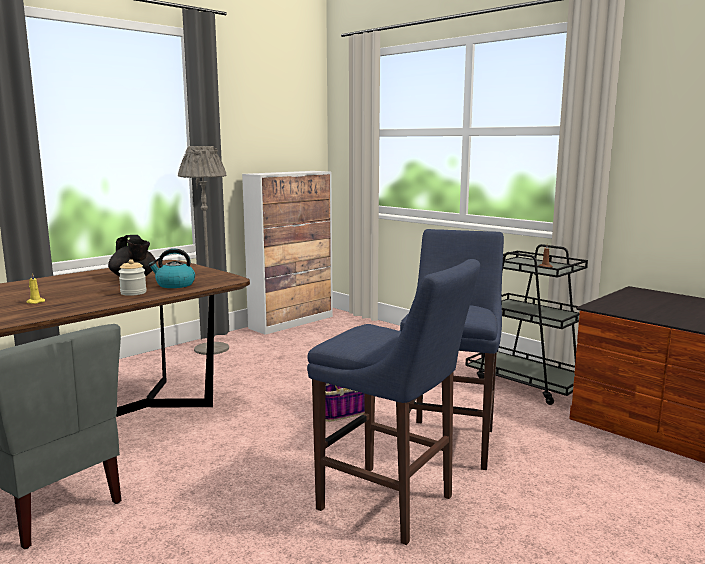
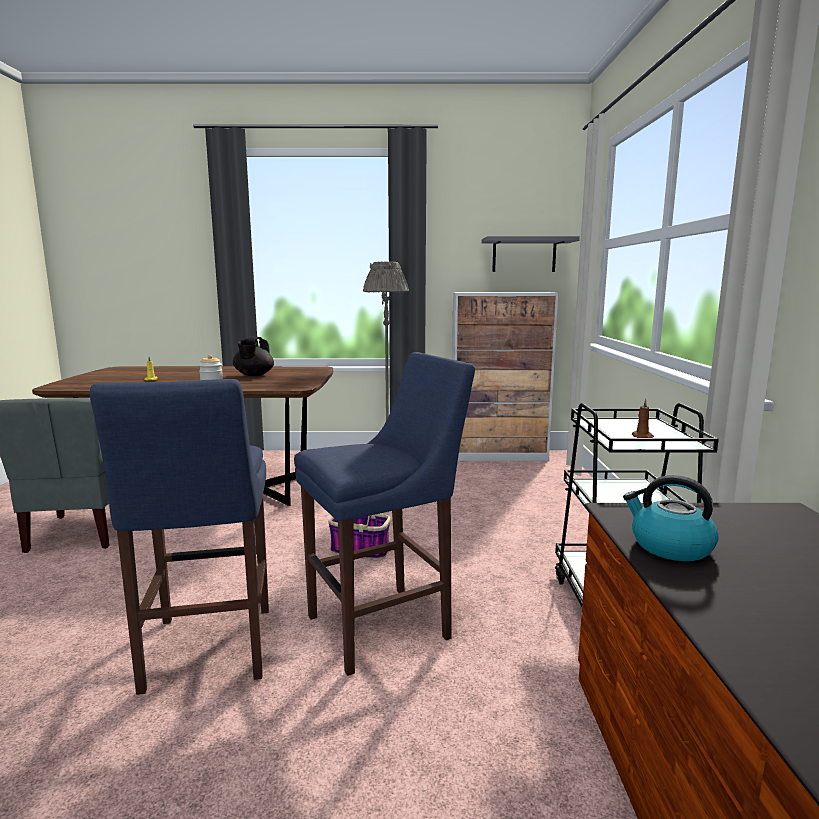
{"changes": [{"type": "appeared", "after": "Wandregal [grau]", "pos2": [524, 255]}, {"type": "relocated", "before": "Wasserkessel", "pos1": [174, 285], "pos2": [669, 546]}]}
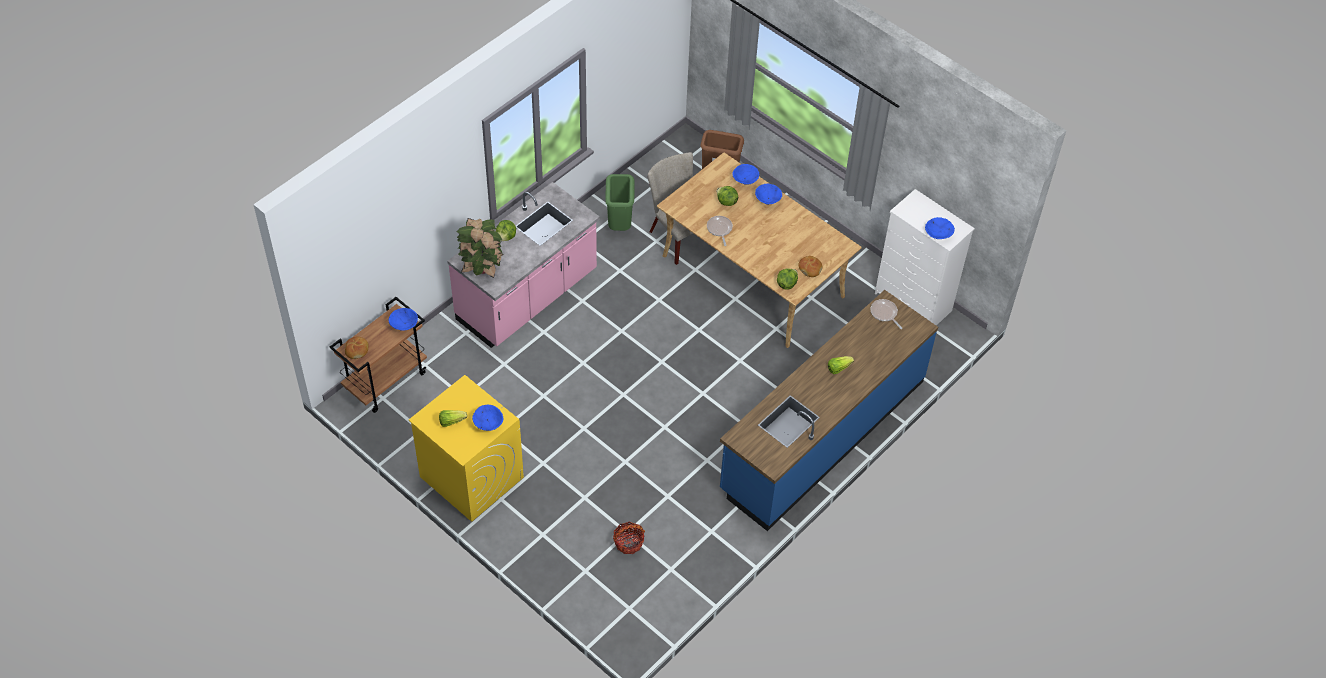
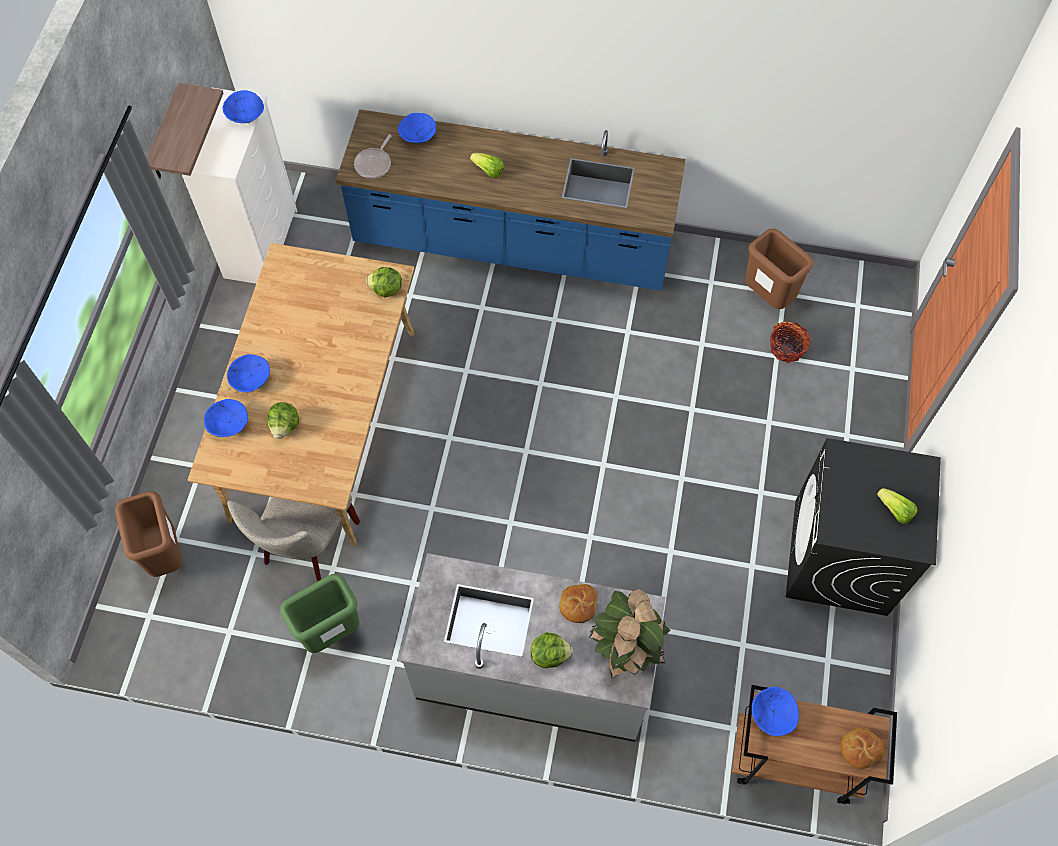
{"changes": [{"type": "appeared", "after": "Wandregal", "pos2": [166, 136]}, {"type": "relocated", "before": "Schüssel [blau]", "pos1": [488, 423], "pos2": [418, 137]}, {"type": "colour", "before": "Küchenzeile [rosa]", "after": "Küchenzeile [grau]", "pos1": [528, 297], "pos2": [534, 671]}, {"type": "relocated", "before": "Brot", "pos1": [810, 268], "pos2": [578, 605]}, {"type": "appeared", "after": "Mülleimer [braun]", "pos2": [768, 296]}, {"type": "colour", "before": "Waschmaschine [gelb]", "after": "Waschmaschine [schwarz]", "pos1": [471, 477], "pos2": [840, 558]}, {"type": "missing", "before": "Pfanne", "pos1": [719, 229]}]}
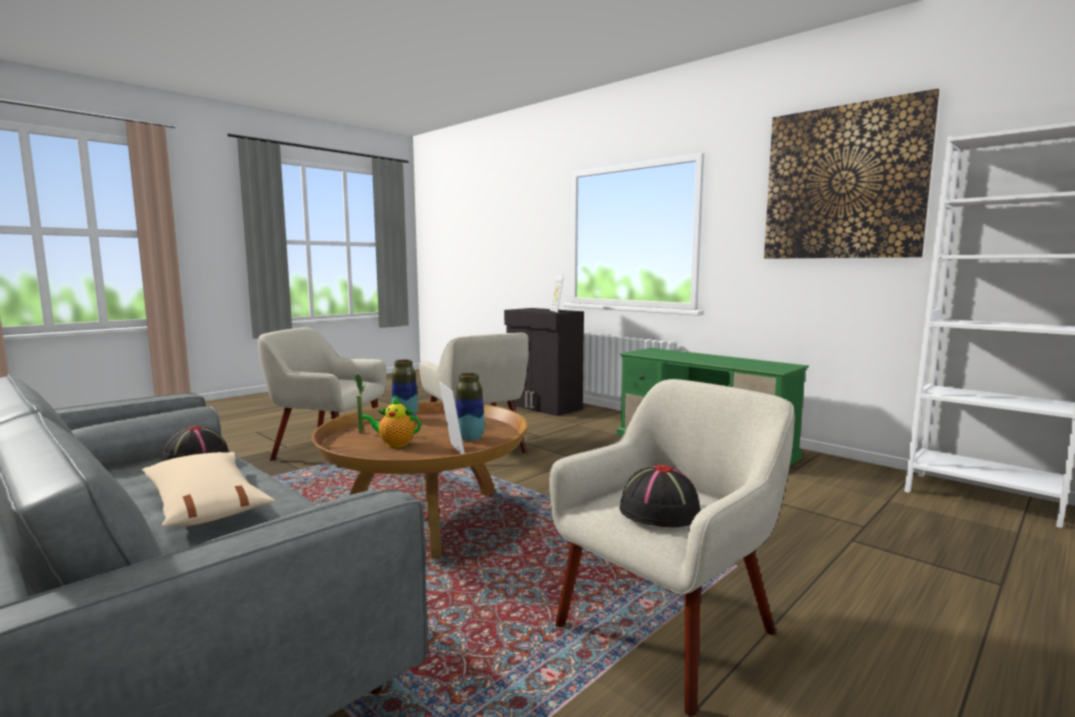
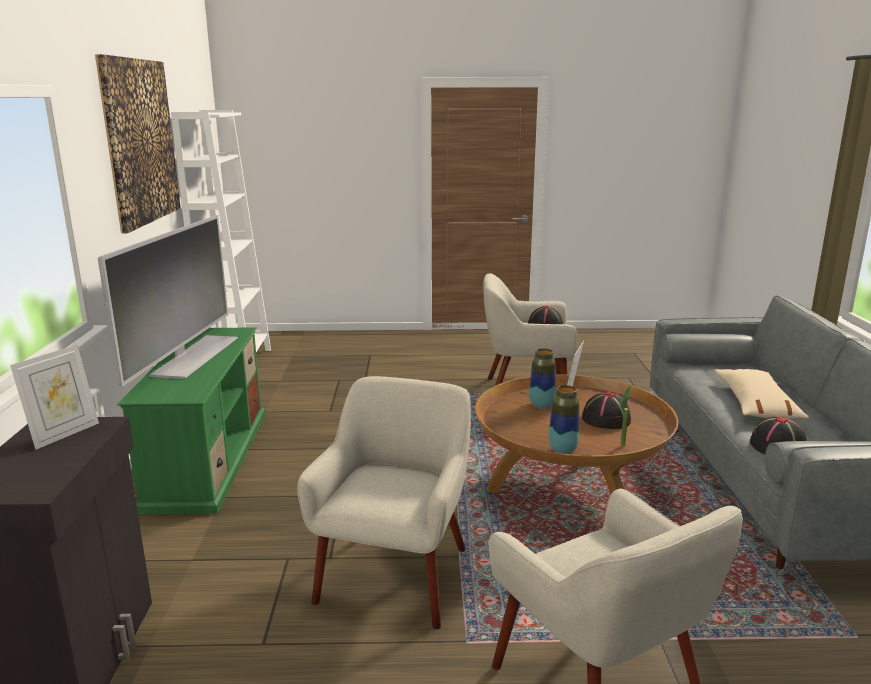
{"changes": [{"type": "appeared", "after": "Fernseher", "pos2": [194, 356]}, {"type": "exchanged", "before": "Teekanne", "after": "Hut [schwarz]", "pos1": [394, 444], "pos2": [605, 419]}]}
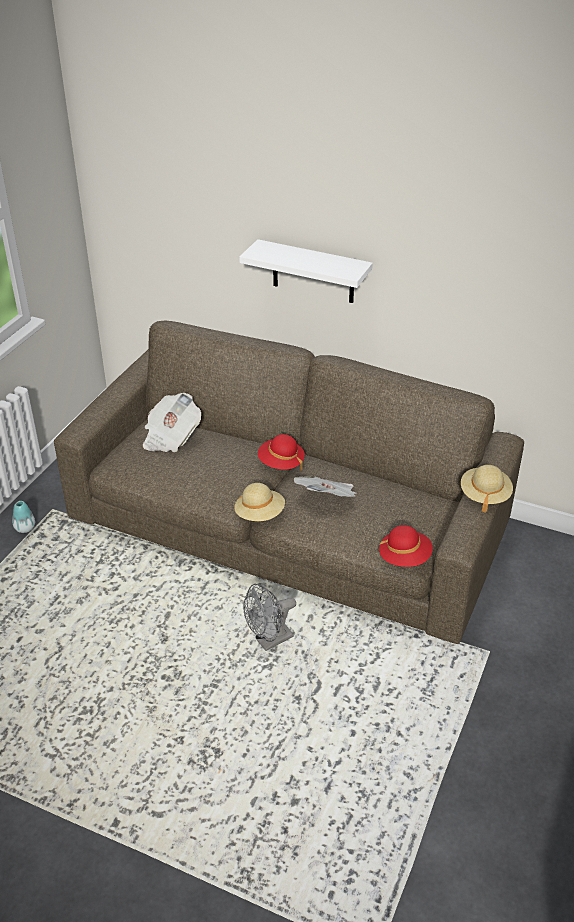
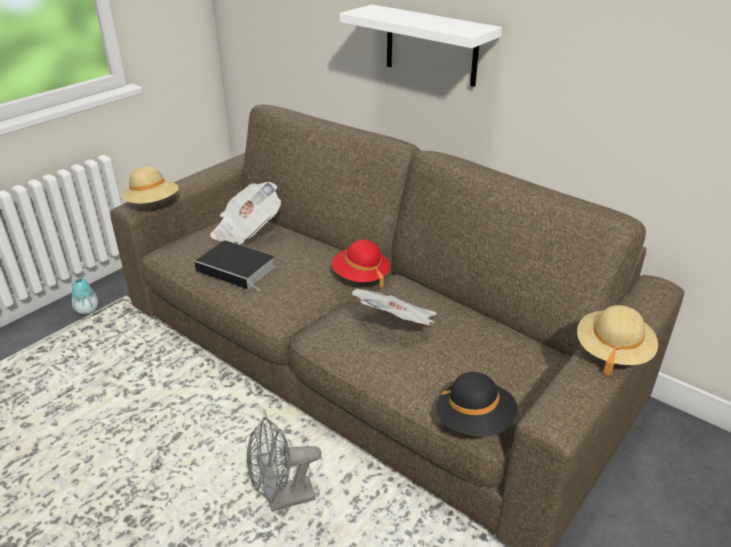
{"changes": [{"type": "relocated", "before": "Hut [beige]", "pos1": [260, 514], "pos2": [153, 204]}, {"type": "appeared", "after": "Buch", "pos2": [238, 269]}, {"type": "colour", "before": "Hut [rot]", "after": "Hut [schwarz]", "pos1": [404, 558], "pos2": [475, 421]}]}
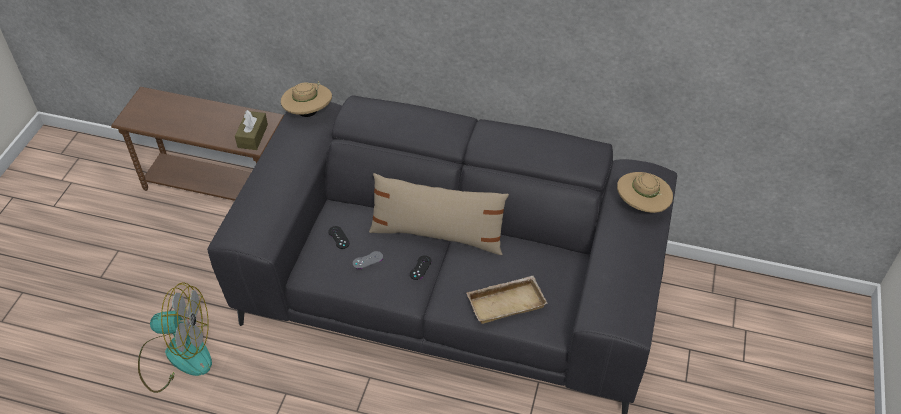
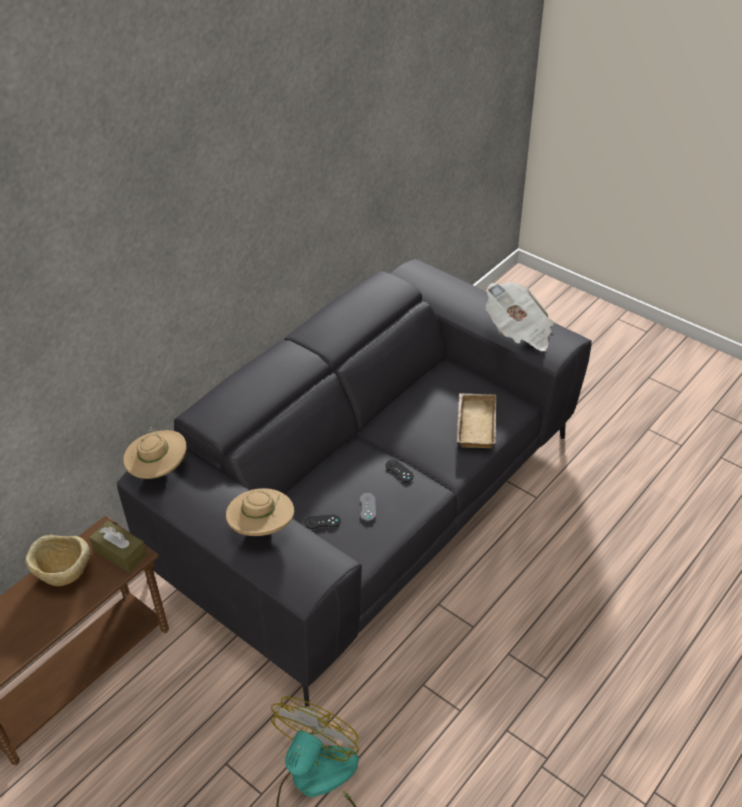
{"changes": [{"type": "appeared", "after": "Schüssel [beige]", "pos2": [64, 575]}, {"type": "relocated", "before": "Hut [beige]", "pos1": [641, 206], "pos2": [262, 528]}, {"type": "appeared", "after": "Zeitung", "pos2": [518, 331]}, {"type": "missing", "before": "Kissen [beige]", "pos1": [437, 234]}]}
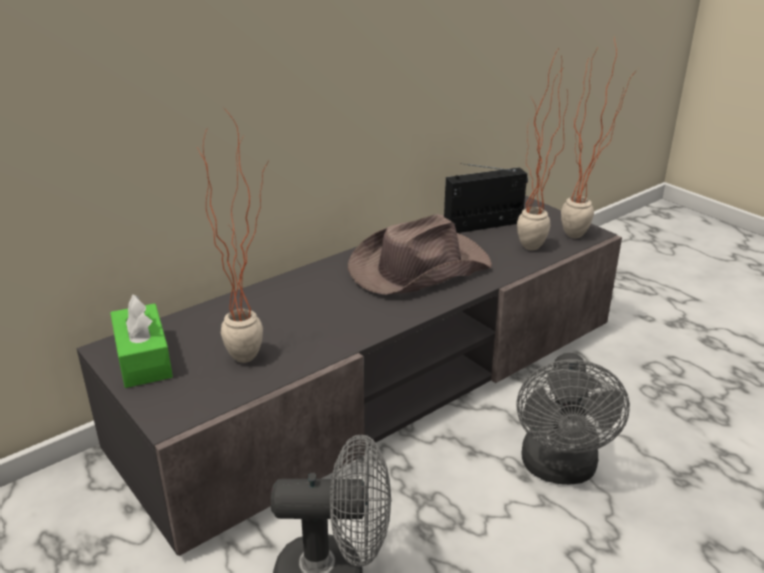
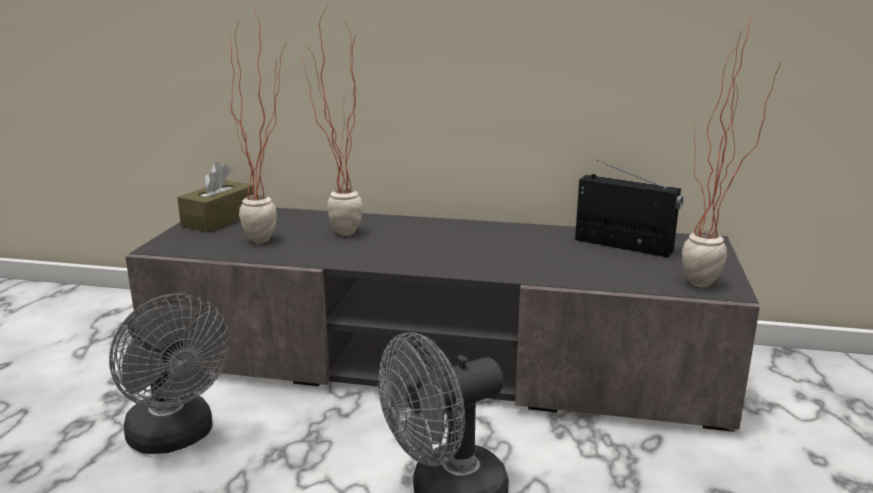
{"changes": [{"type": "colour", "before": "Taschentuchbox [grün]", "after": "Taschentuchbox [braun]", "pos1": [143, 359], "pos2": [219, 219]}, {"type": "relocated", "before": "Topfpflanze", "pos1": [530, 252], "pos2": [335, 235]}, {"type": "missing", "before": "Hut [braun]", "pos1": [417, 268]}]}
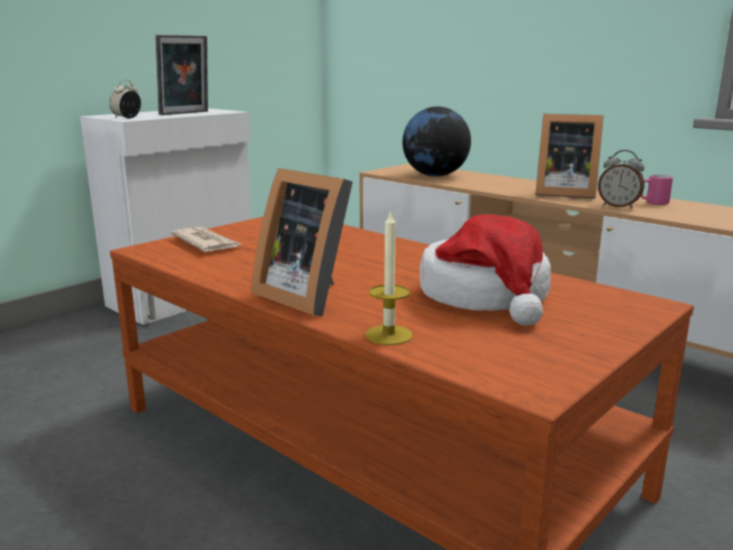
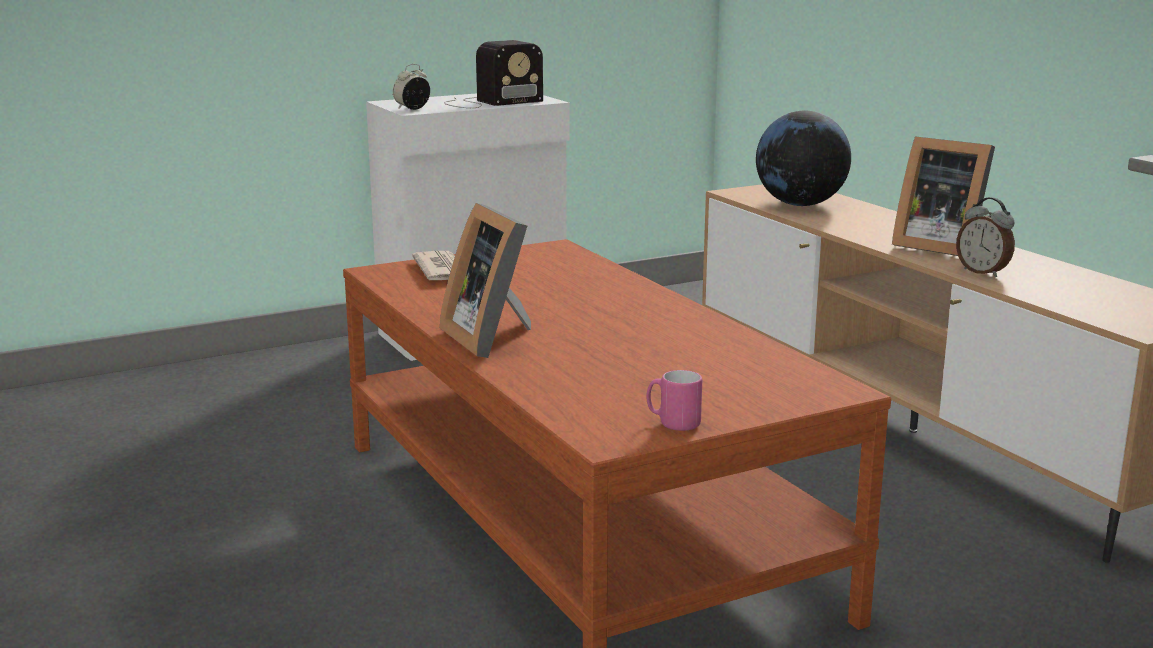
{"changes": [{"type": "exchanged", "before": "Bilderrahmen", "after": "Radio", "pos1": [186, 113], "pos2": [489, 102]}, {"type": "relocated", "before": "Henkelbecher [rosa]", "pos1": [653, 203], "pos2": [673, 423]}, {"type": "missing", "before": "Kerze", "pos1": [388, 335]}, {"type": "missing", "before": "Hut", "pos1": [486, 296]}]}
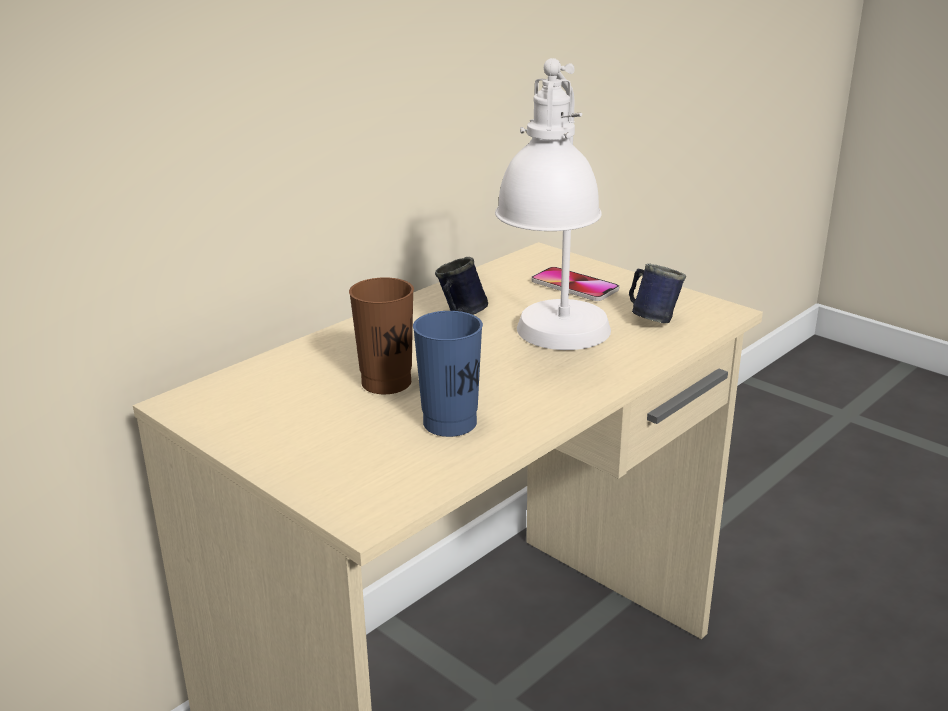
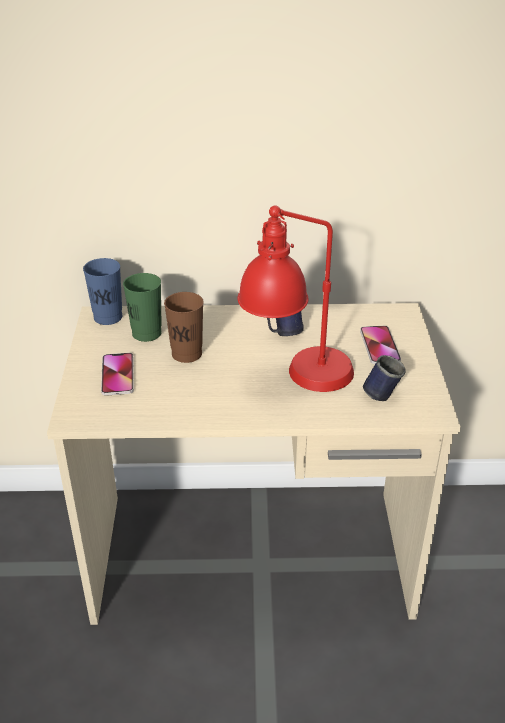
{"changes": [{"type": "relocated", "before": "Tasse [blau]", "pos1": [450, 423], "pos2": [108, 317]}, {"type": "appeared", "after": "Handy", "pos2": [118, 375]}, {"type": "appeared", "after": "Tasse [grün]", "pos2": [146, 333]}, {"type": "colour", "before": "Tischlampe [weiß]", "after": "Tischlampe [rot]", "pos1": [556, 347], "pos2": [296, 380]}]}
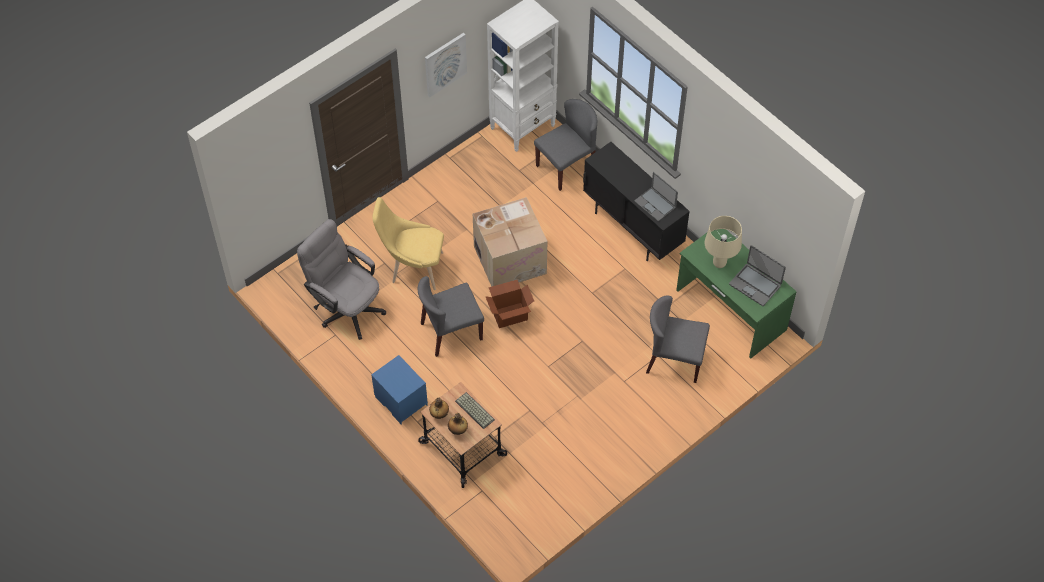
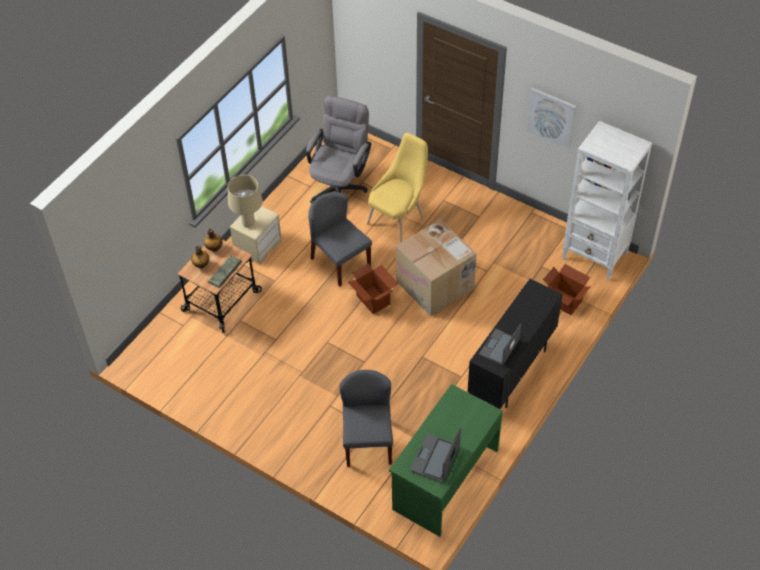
{"changes": [{"type": "relocated", "before": "Tischlampe [beige]", "pos1": [719, 263], "pos2": [248, 223]}, {"type": "colour", "before": "Nachttisch [blau]", "after": "Nachttisch [beige]", "pos1": [400, 401], "pos2": [258, 246]}, {"type": "spun", "before": "Stuhl [gelb]", "pos1": [413, 268], "pos2": [398, 219], "turn": 45}, {"type": "exchanged", "before": "Stuhl [grau]", "after": "Karton", "pos1": [566, 166], "pos2": [563, 301]}]}
